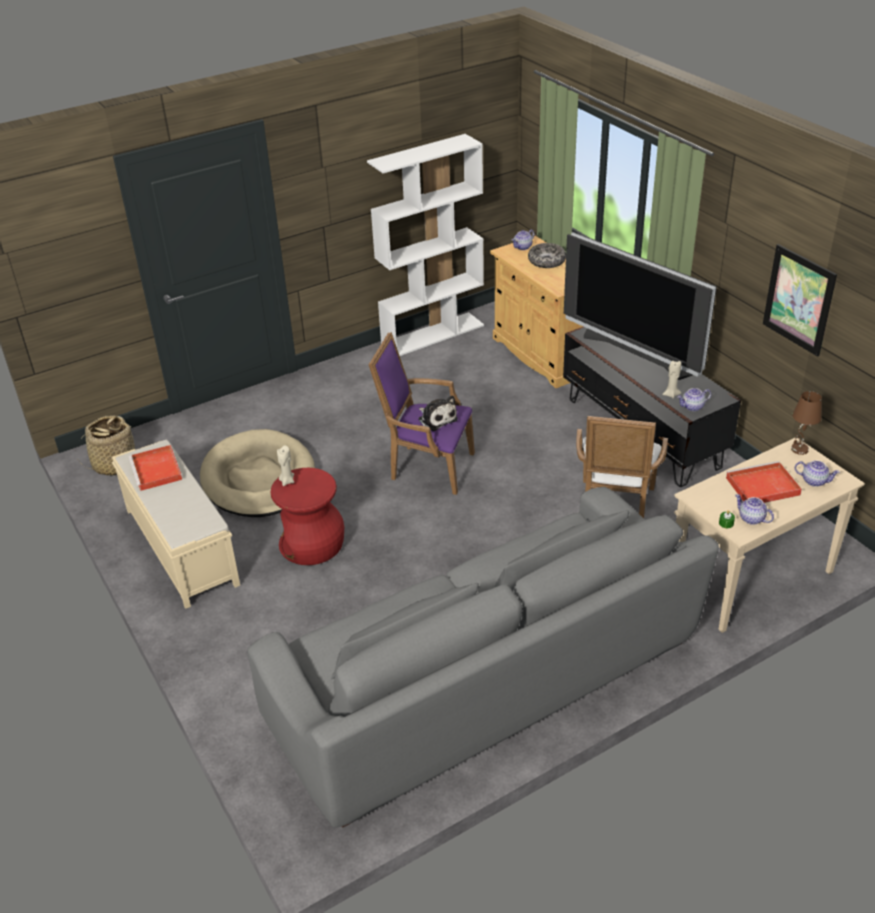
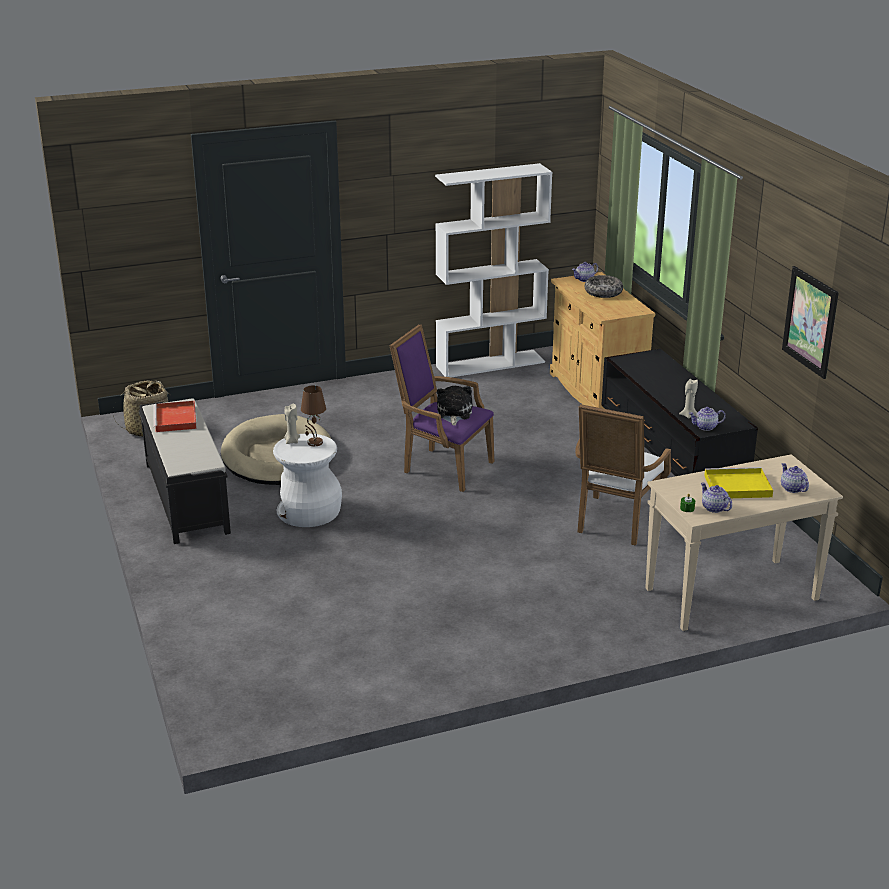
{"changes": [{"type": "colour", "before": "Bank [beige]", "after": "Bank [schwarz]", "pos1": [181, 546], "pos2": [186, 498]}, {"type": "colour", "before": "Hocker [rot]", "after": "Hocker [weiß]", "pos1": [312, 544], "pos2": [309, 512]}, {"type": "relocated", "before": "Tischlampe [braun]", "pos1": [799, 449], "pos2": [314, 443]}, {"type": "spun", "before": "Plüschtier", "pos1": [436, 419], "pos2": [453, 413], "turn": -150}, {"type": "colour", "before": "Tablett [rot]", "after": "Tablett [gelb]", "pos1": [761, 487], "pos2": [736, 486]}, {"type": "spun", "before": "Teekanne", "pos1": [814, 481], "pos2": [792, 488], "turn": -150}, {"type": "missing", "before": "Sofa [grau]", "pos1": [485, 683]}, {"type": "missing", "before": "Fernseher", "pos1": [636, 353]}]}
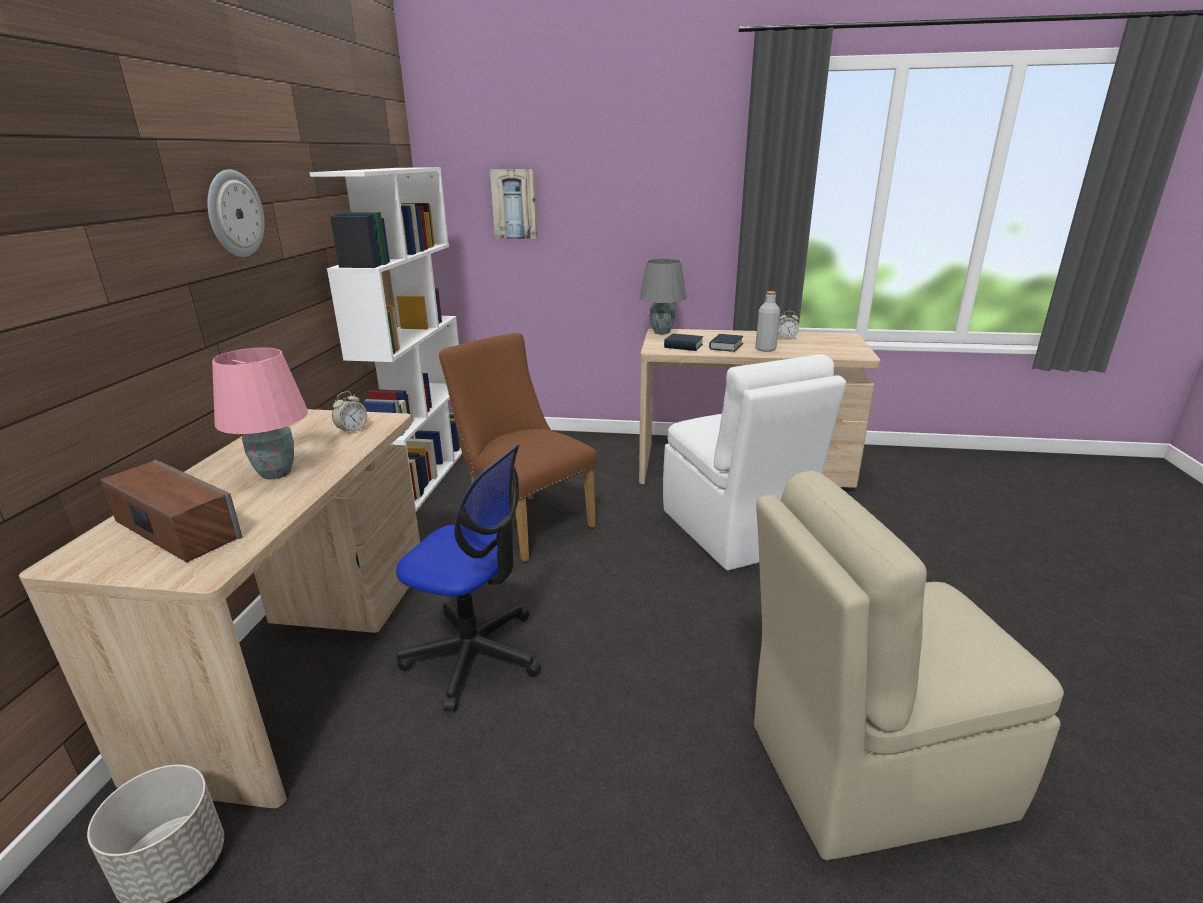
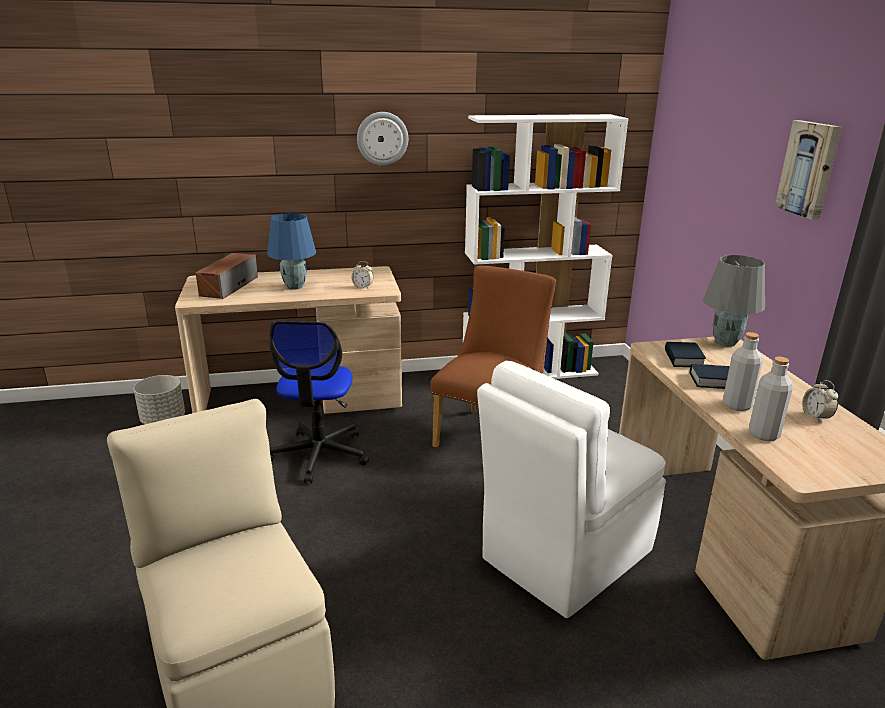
{"changes": [{"type": "colour", "before": "Tischlampe [rosa]", "after": "Tischlampe [blau]", "pos1": [275, 474], "pos2": [294, 287]}, {"type": "appeared", "after": "Flasche [grau]", "pos2": [763, 434]}, {"type": "relocated", "before": "Bild", "pos1": [515, 204], "pos2": [809, 169]}]}
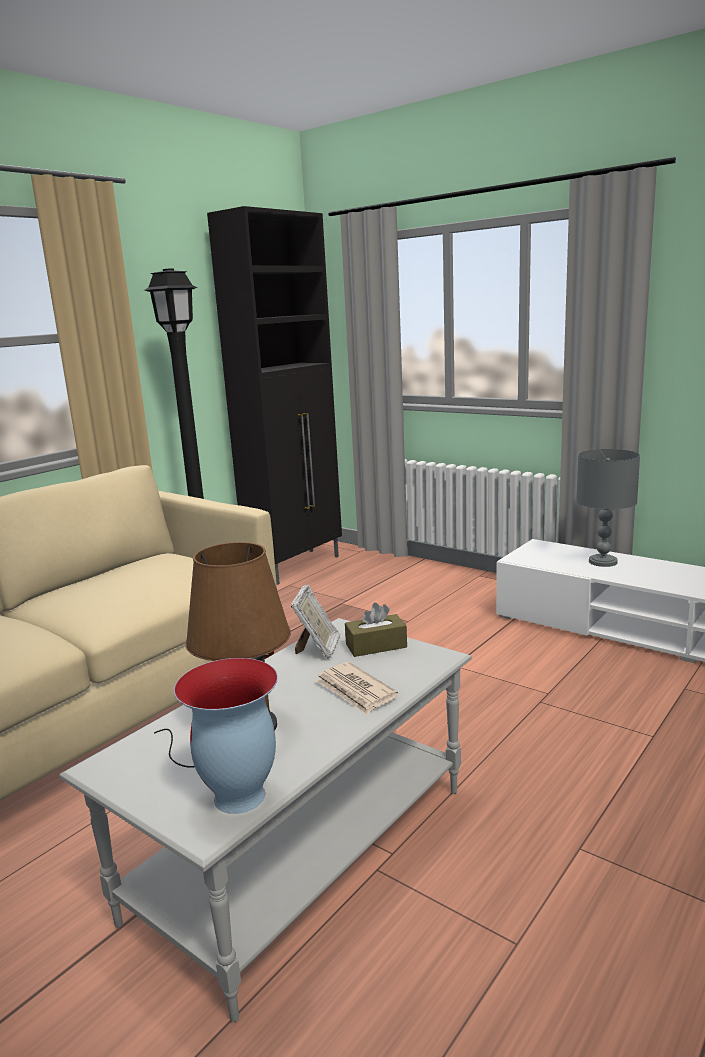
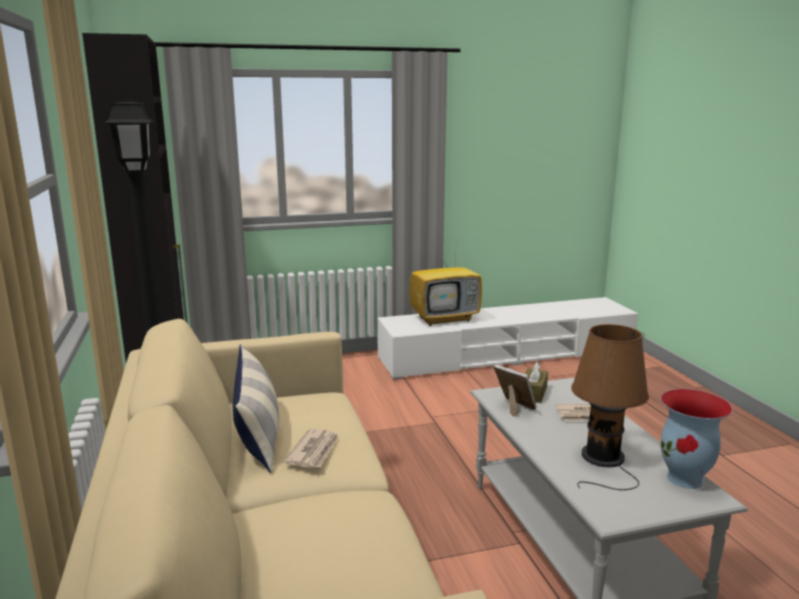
{"changes": [{"type": "appeared", "after": "Kissen", "pos2": [258, 433]}, {"type": "appeared", "after": "Zeitung", "pos2": [314, 451]}, {"type": "exchanged", "before": "Tischlampe [grau]", "after": "Fernseher", "pos1": [603, 562], "pos2": [445, 319]}]}
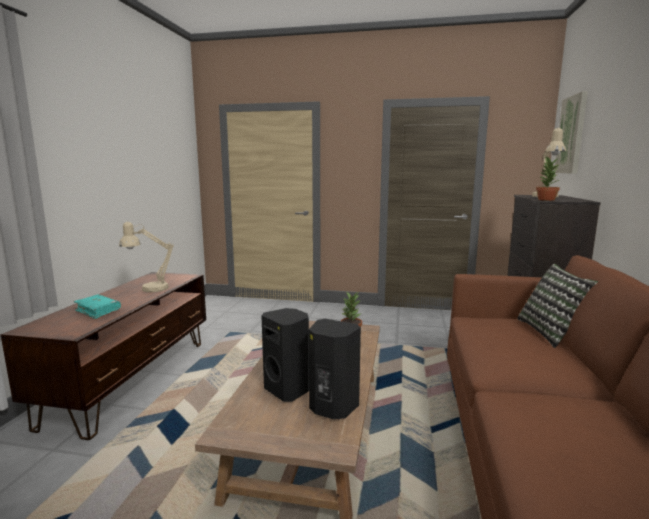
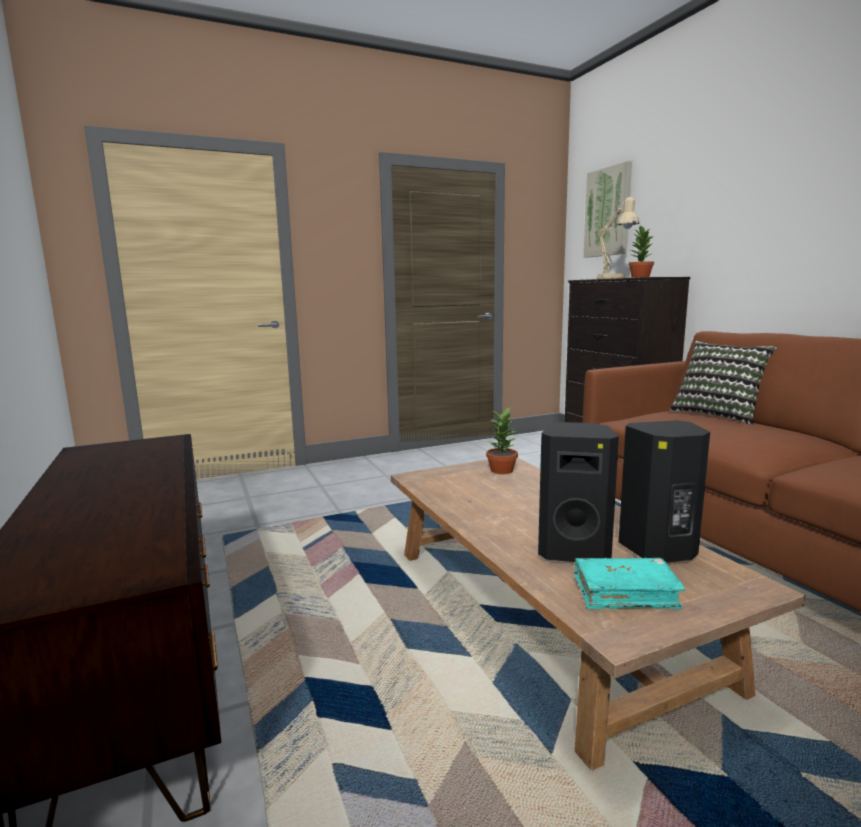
{"changes": [{"type": "relocated", "before": "Buch [türkis]", "pos1": [98, 311], "pos2": [625, 593]}, {"type": "missing", "before": "Tischlampe [beige]", "pos1": [149, 289]}]}
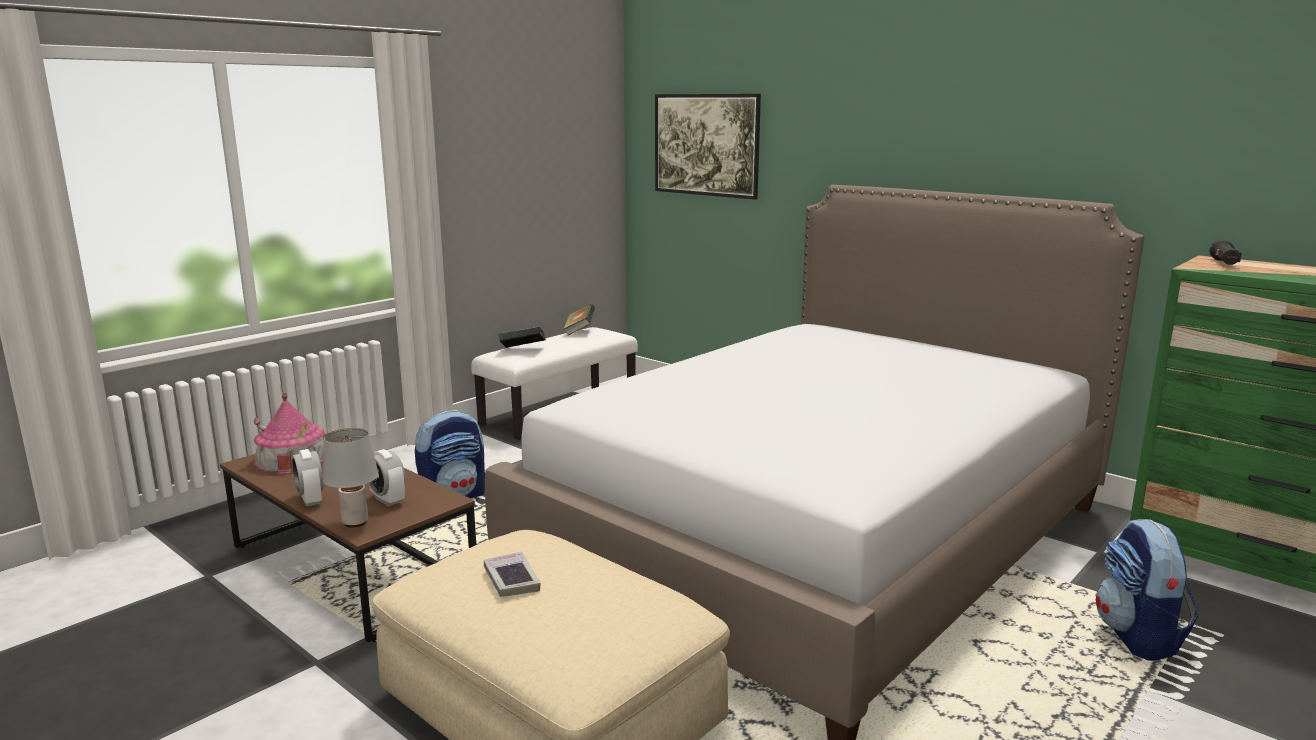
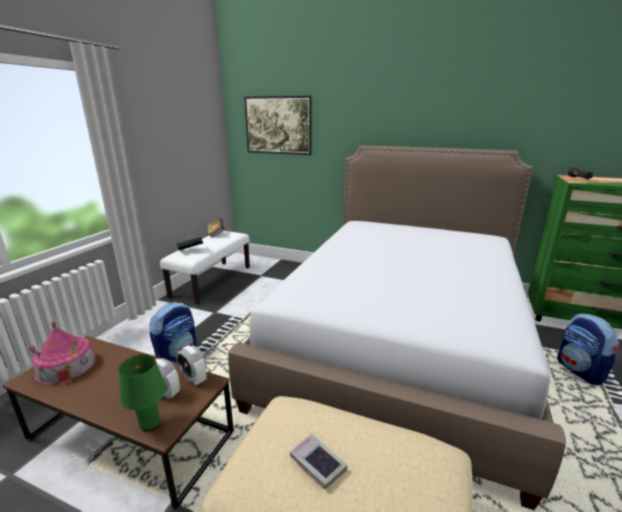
{"changes": [{"type": "colour", "before": "Tischlampe [grau]", "after": "Tischlampe [grün]", "pos1": [354, 522], "pos2": [149, 424]}, {"type": "relocated", "before": "Wecker", "pos1": [311, 500], "pos2": [193, 379]}]}
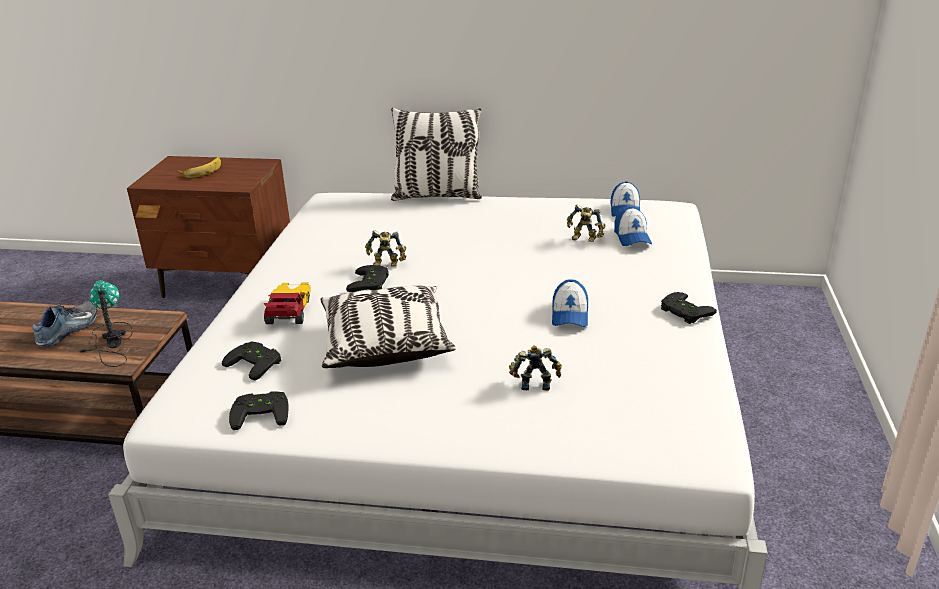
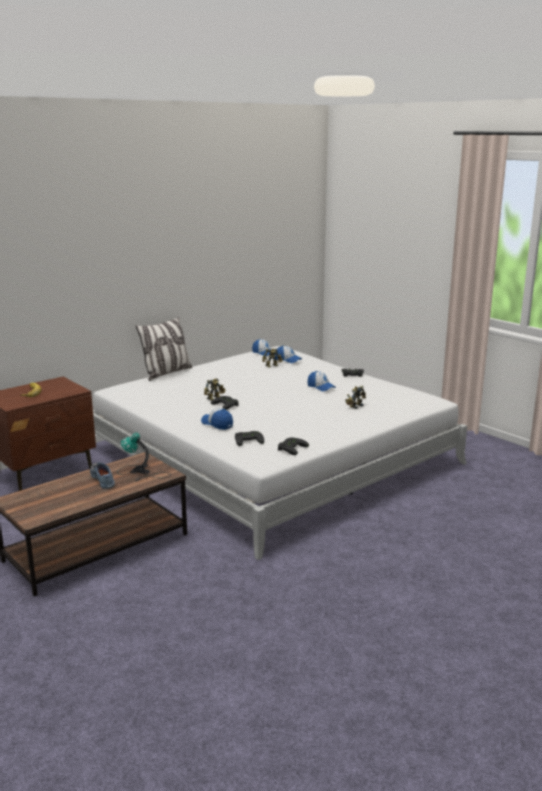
{"changes": [{"type": "exchanged", "before": "Spielzeugauto", "after": "Kappe", "pos1": [289, 312], "pos2": [217, 424]}, {"type": "missing", "before": "Kissen", "pos1": [385, 344]}]}
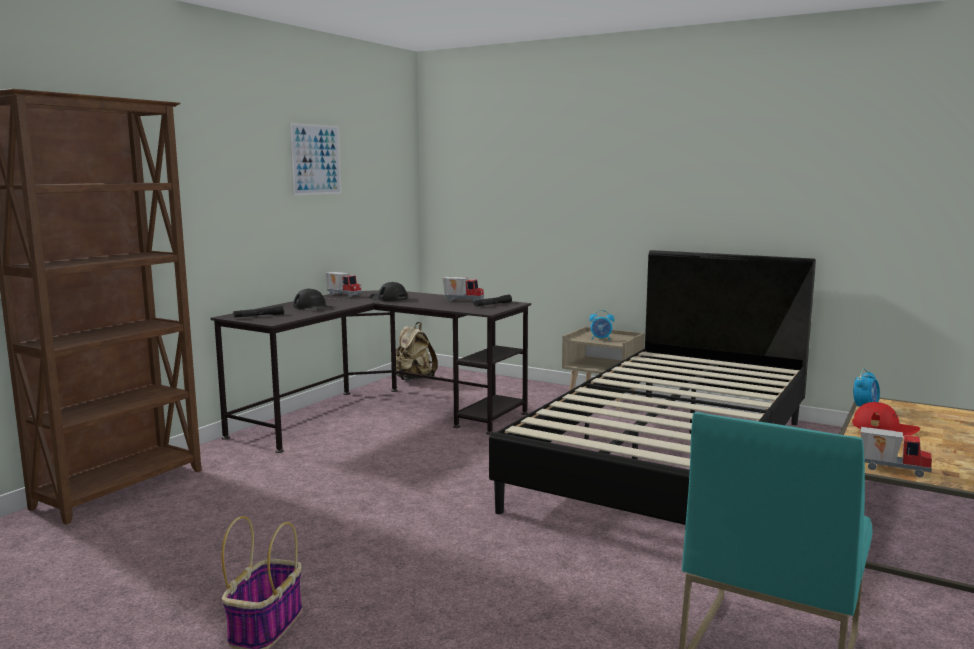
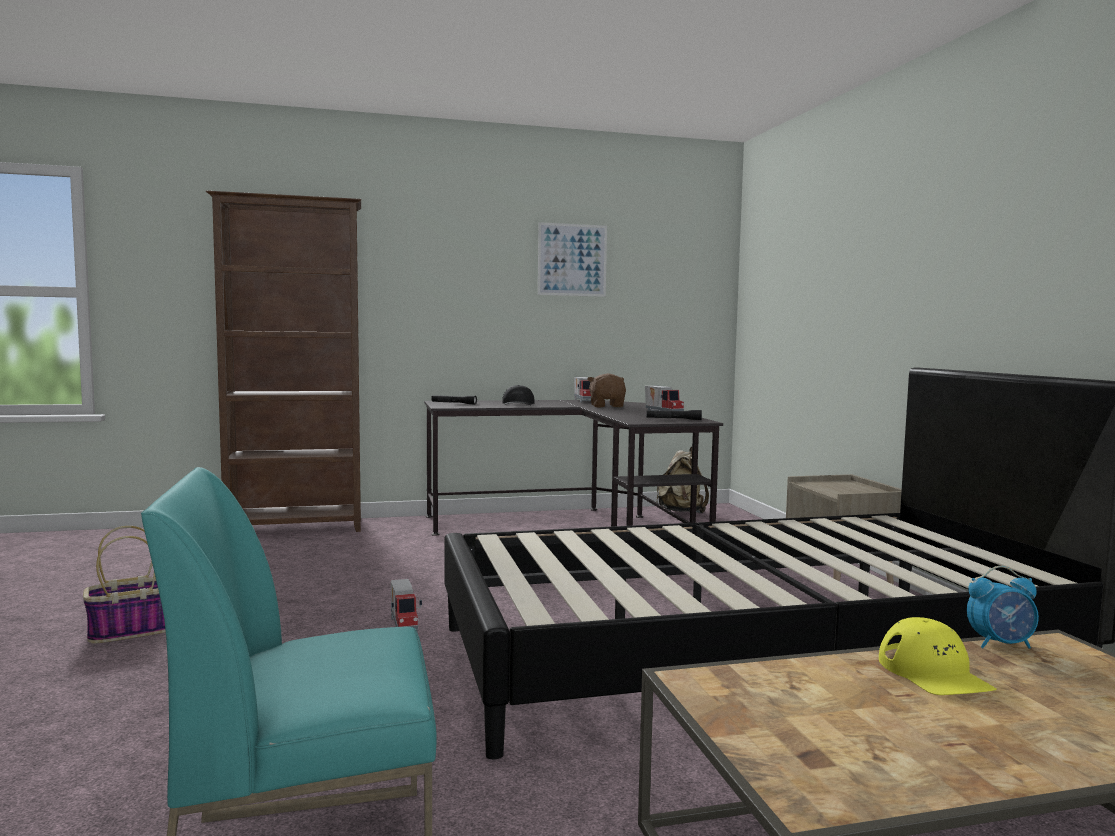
{"changes": [{"type": "relocated", "before": "Spielzeuglaster", "pos1": [893, 469], "pos2": [405, 625]}, {"type": "exchanged", "before": "Kappe [schwarz]", "after": "Plüschtier [braun]", "pos1": [388, 298], "pos2": [607, 406]}, {"type": "colour", "before": "Kappe [rot]", "after": "Kappe [gelb]", "pos1": [885, 427], "pos2": [934, 673]}, {"type": "missing", "before": "Wecker", "pos1": [601, 339]}]}
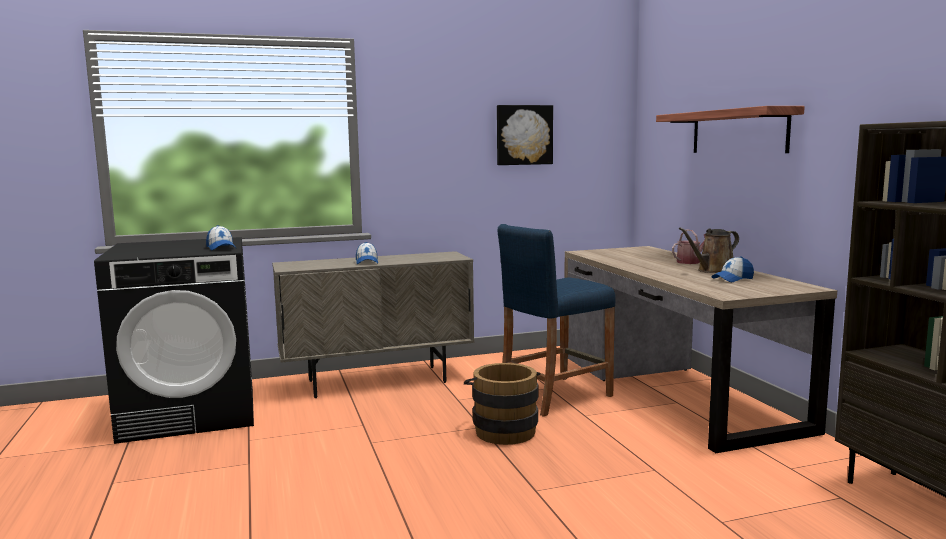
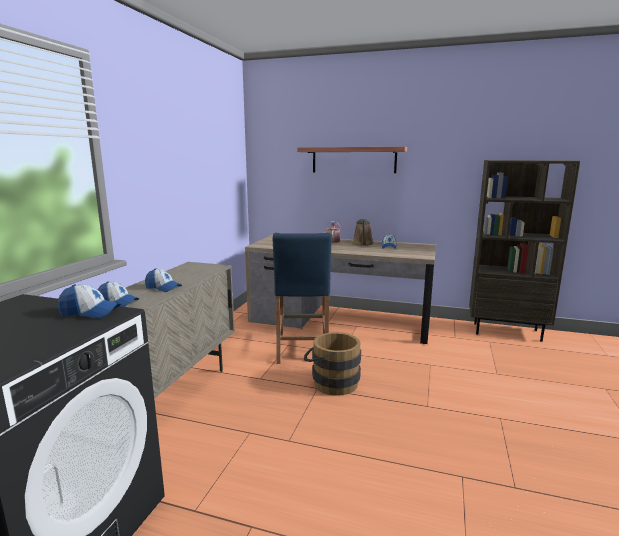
{"changes": [{"type": "appeared", "after": "Kappe", "pos2": [117, 302]}, {"type": "missing", "before": "Bild", "pos1": [524, 135]}]}
